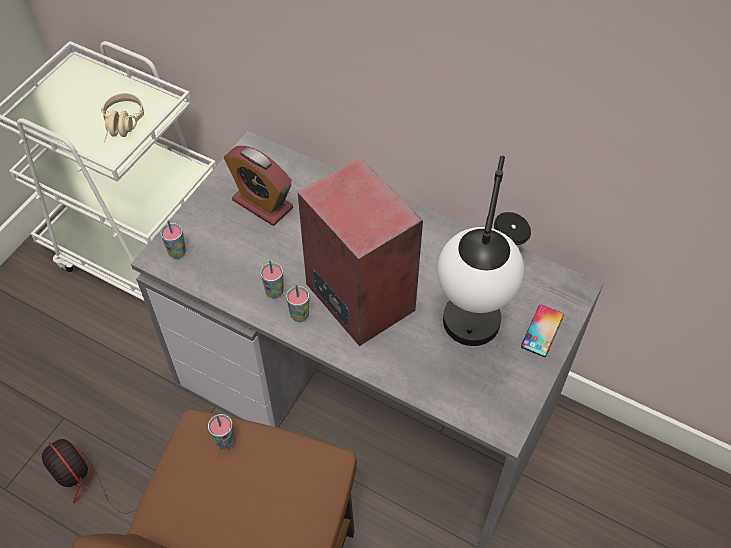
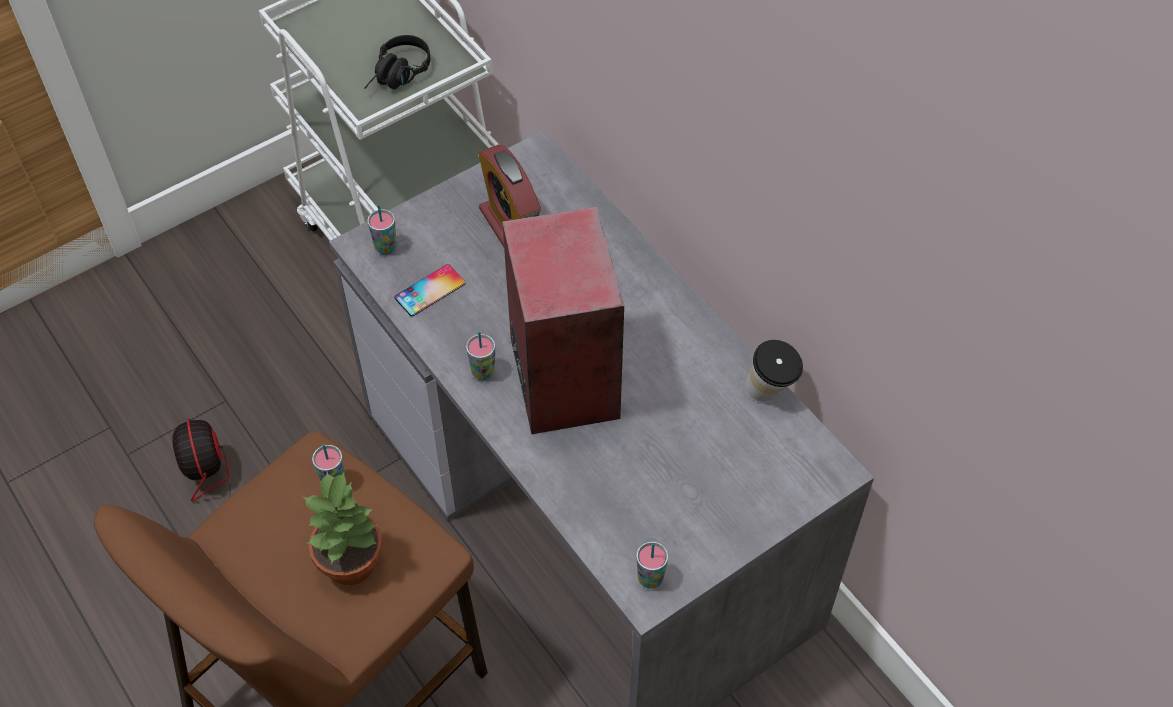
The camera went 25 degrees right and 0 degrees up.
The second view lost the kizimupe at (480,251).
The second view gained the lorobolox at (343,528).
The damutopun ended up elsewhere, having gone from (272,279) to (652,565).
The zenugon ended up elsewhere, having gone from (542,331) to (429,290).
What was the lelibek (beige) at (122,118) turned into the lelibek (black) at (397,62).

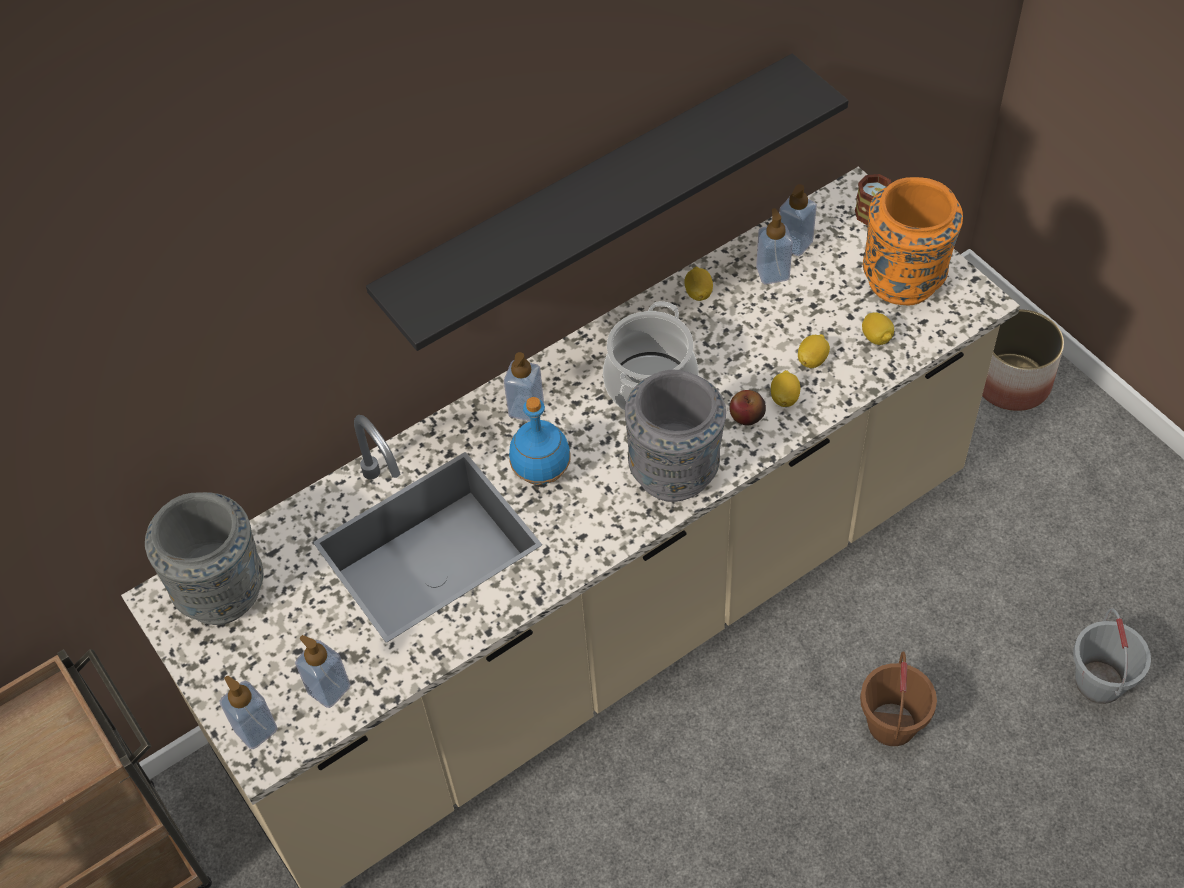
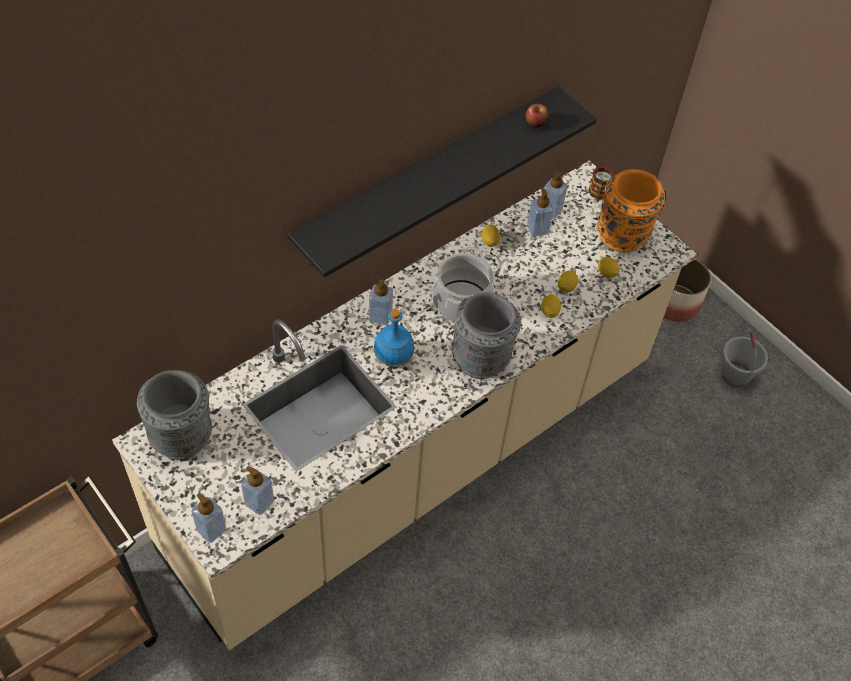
The camera went 10 degrees left and 0 degrees up.
The second view lost the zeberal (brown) at (898,699).
The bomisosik ended up elsewhere, having gone from (747,408) to (538,116).
The zeberal (grey) ended up elsewhere, having gone from (1112,656) to (744,357).

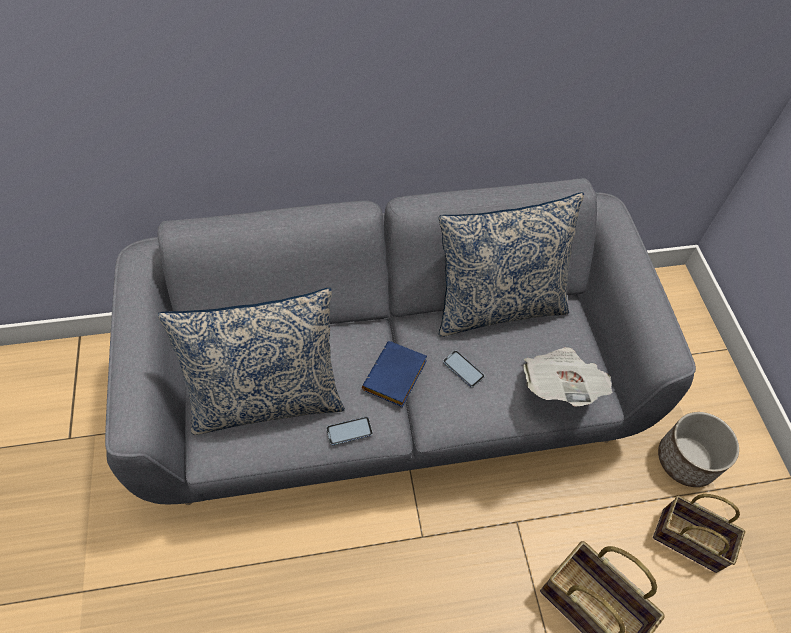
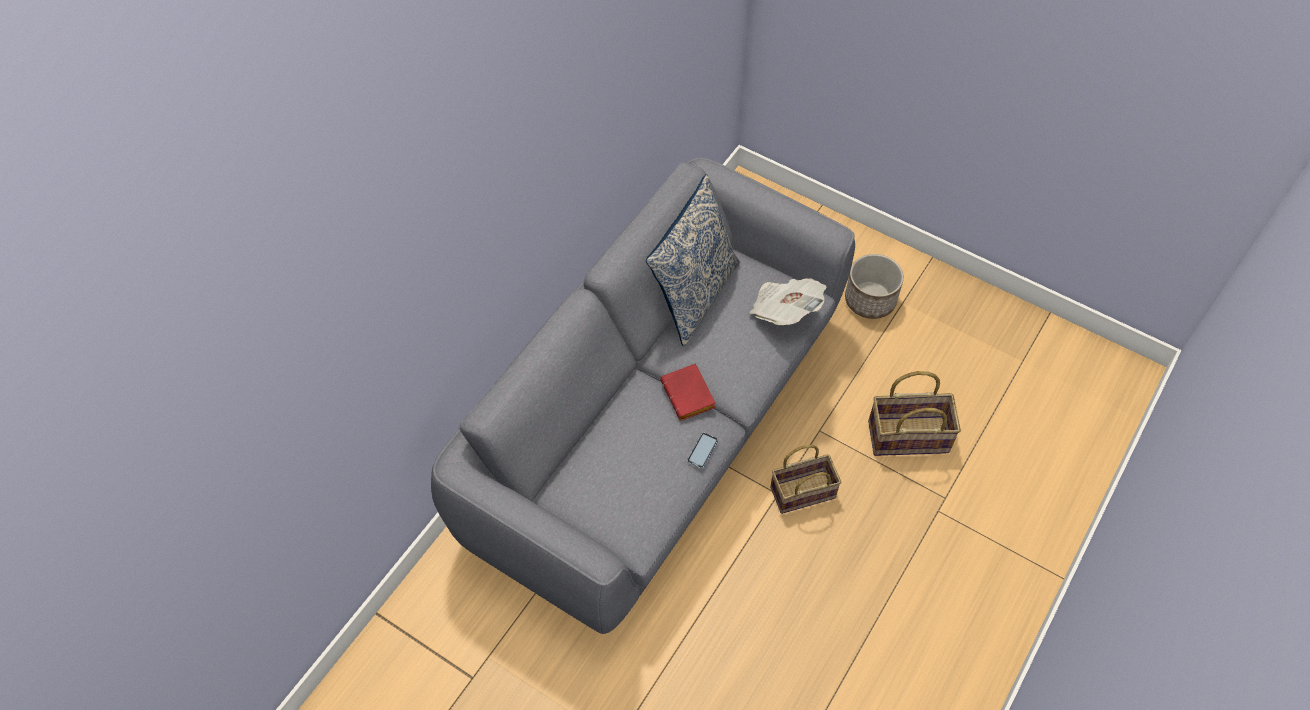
The camera went 45 degrees left and 0 degrees up.
The second view lost the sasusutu at (251,361).
The second view lost the zenugon at (464,369).
The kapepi ended up elsewhere, having gone from (699,533) to (805,479).
What was the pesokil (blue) at (394,374) turned into the pesokil (red) at (688,392).

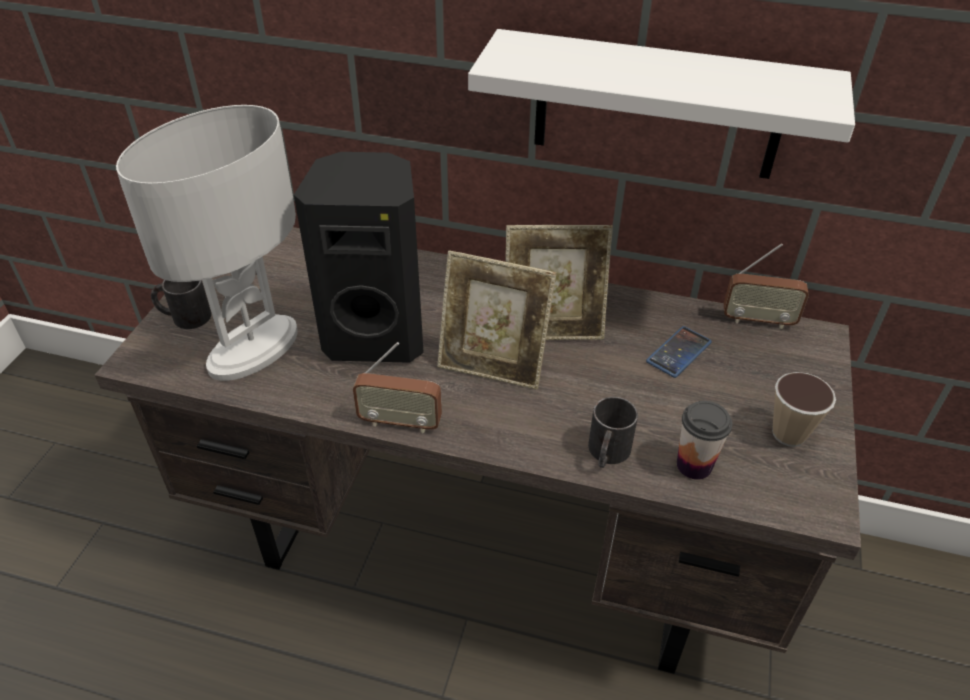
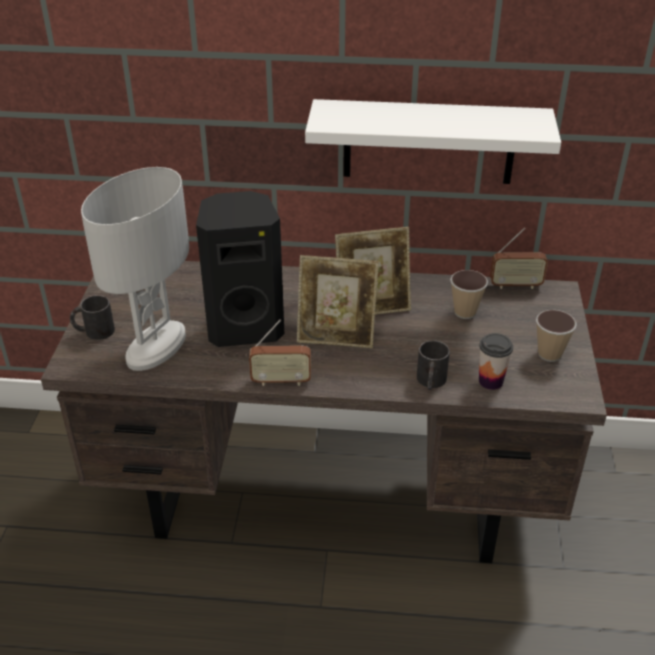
The camera went 10 degrees left and 5 degrees down.
Where the zenugon stood at (679,352), the damutopun came to stand at (469,294).

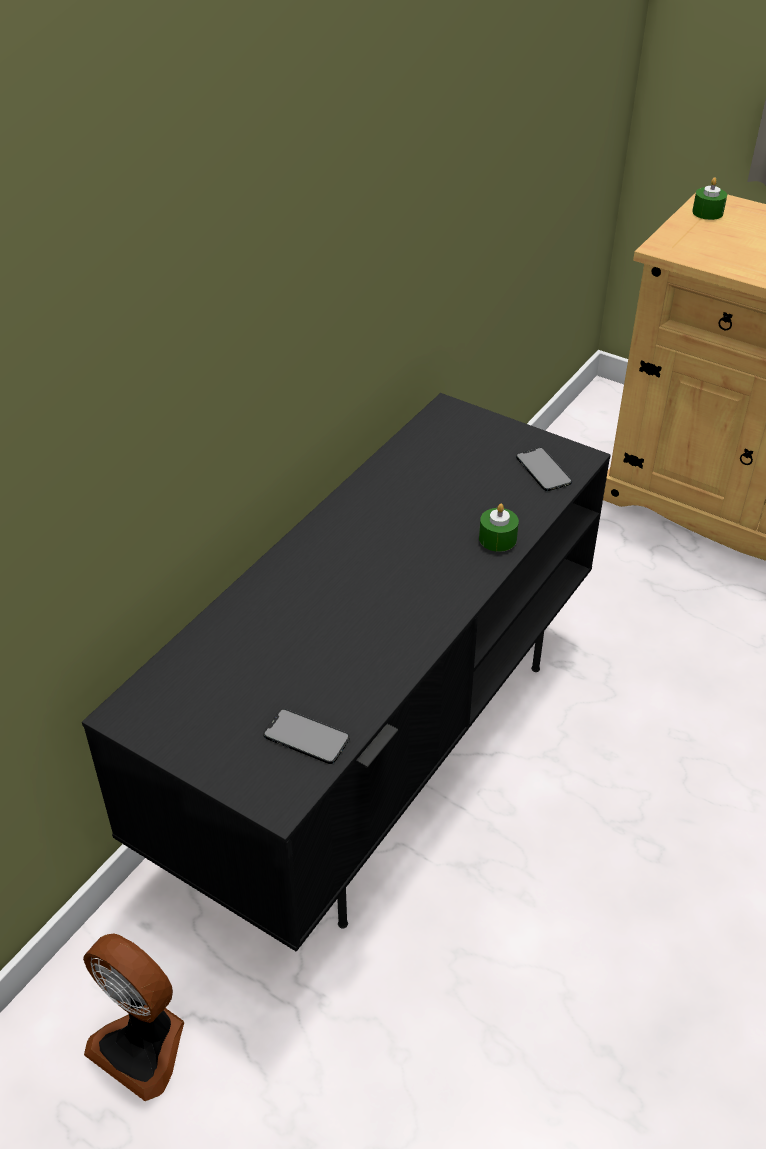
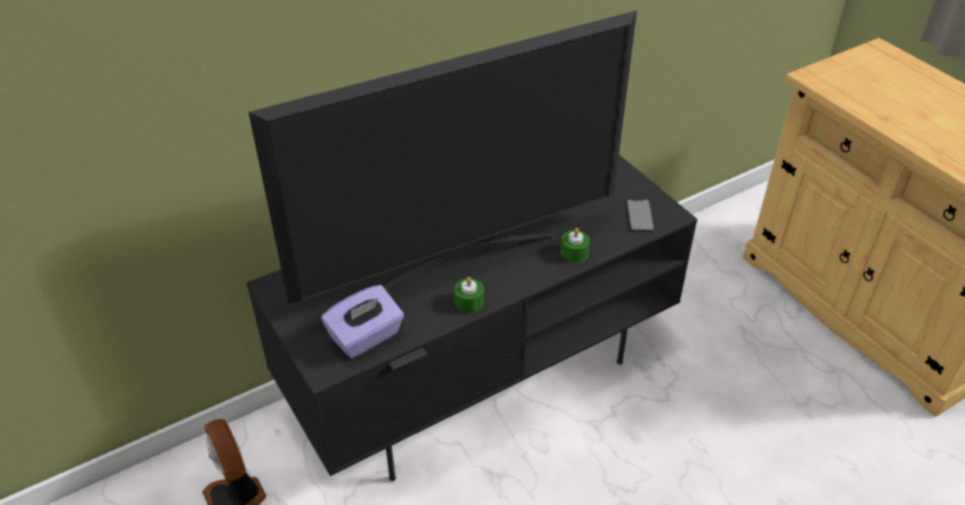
The camera went 25 degrees right and 0 degrees up.
The second view gained the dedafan at (442,157).
The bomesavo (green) ended up elsewhere, having gone from (709,198) to (469,295).
Where the zenugon stood at (306,736), the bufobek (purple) came to stand at (362,321).

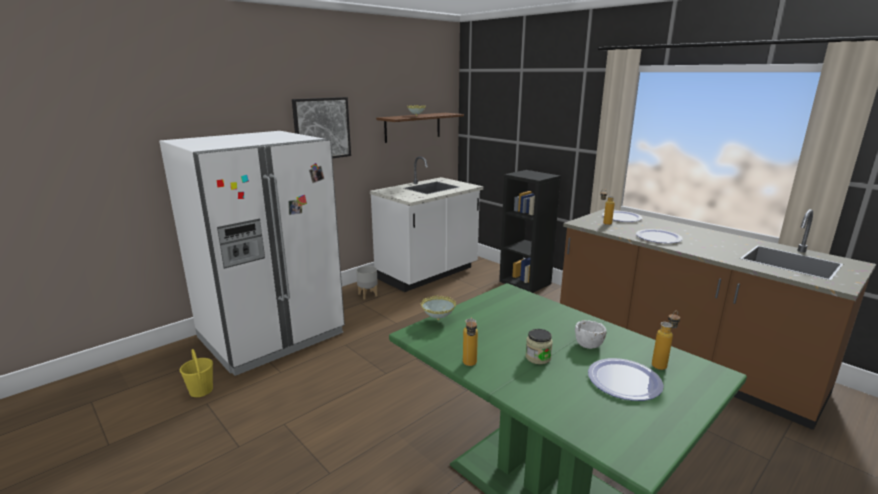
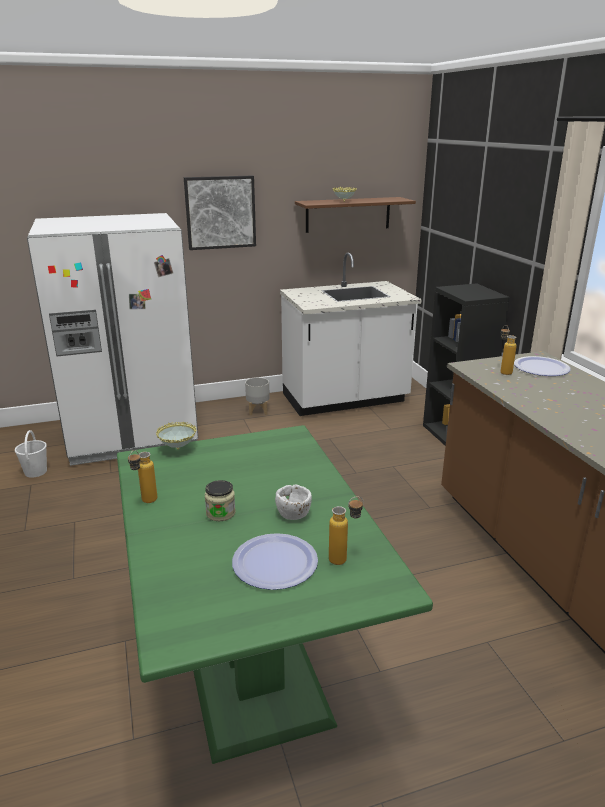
The camera went 25 degrees right and 5 degrees up.
The second view lost the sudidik at (659,236).
What was the zeberal (yellow) at (196,373) turned into the zeberal (white) at (31,454).

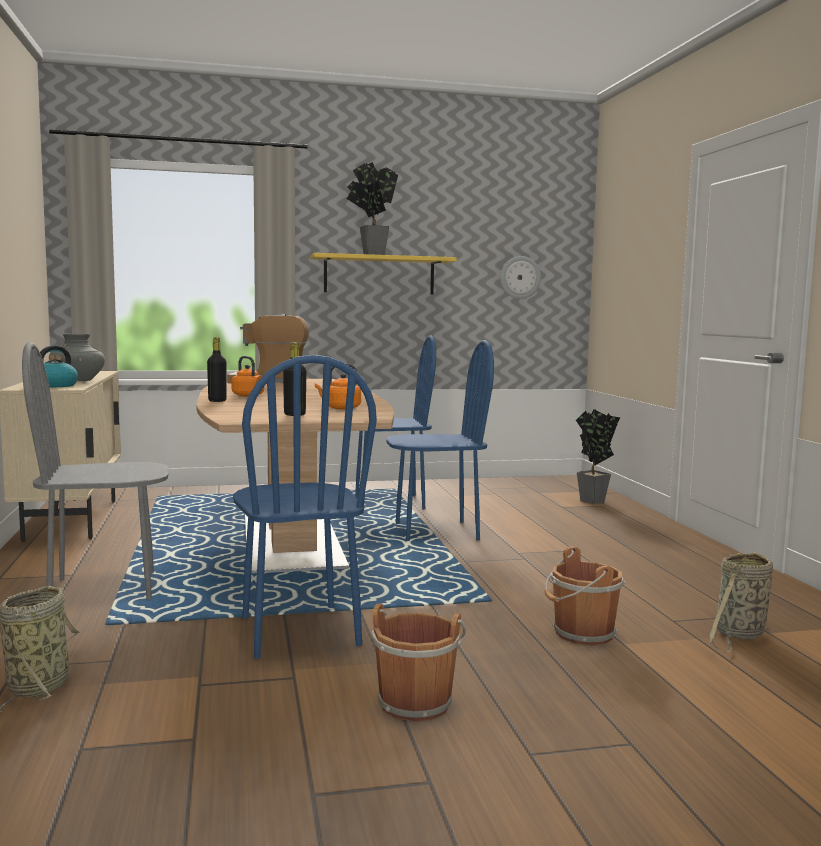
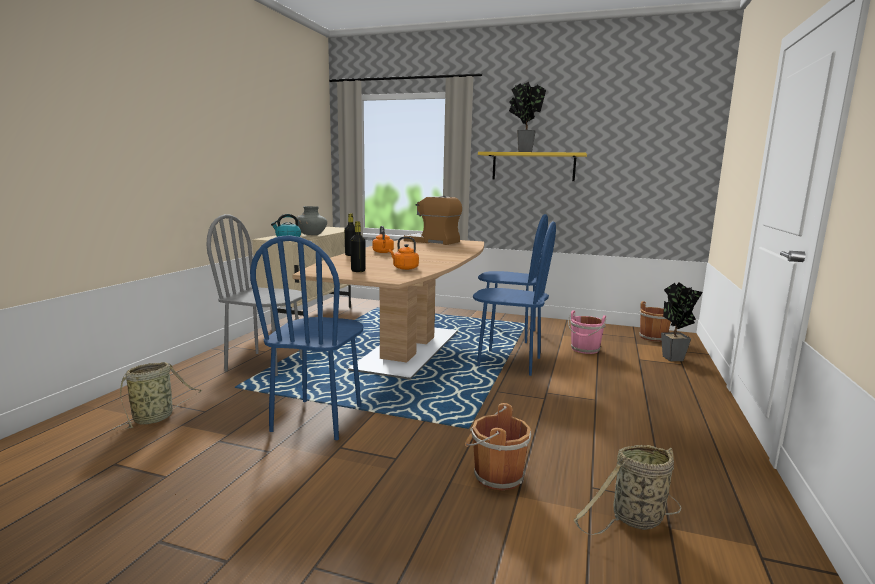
The camera went 30 degrees right and 5 degrees up.
The second view lost the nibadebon at (520,277).
The second view gained the zeberal (pink) at (587,332).
The zeberal (brown) ended up elsewhere, having gone from (418,662) to (655,321).

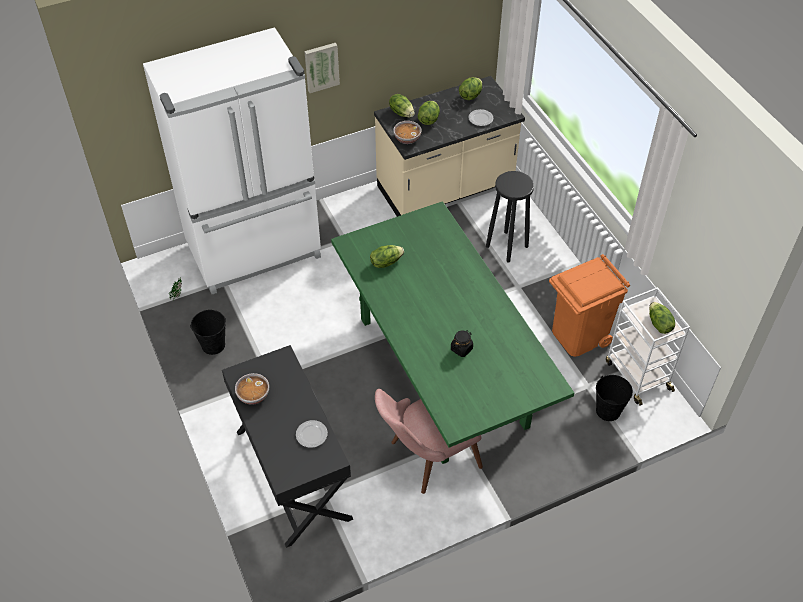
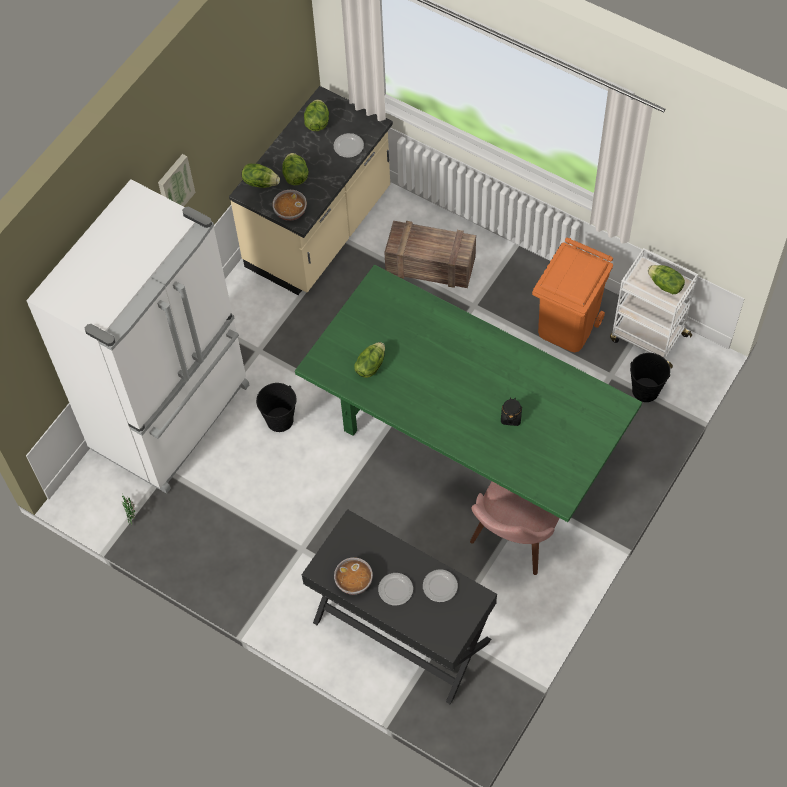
The camera went 30 degrees left and 10 degrees up.
The second view gained the sudidik at (395,589).
The zeberal (black) ended up elsewhere, having gone from (208,332) to (276,407).
Where the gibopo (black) stood at (510,217), the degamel came to stand at (430,254).

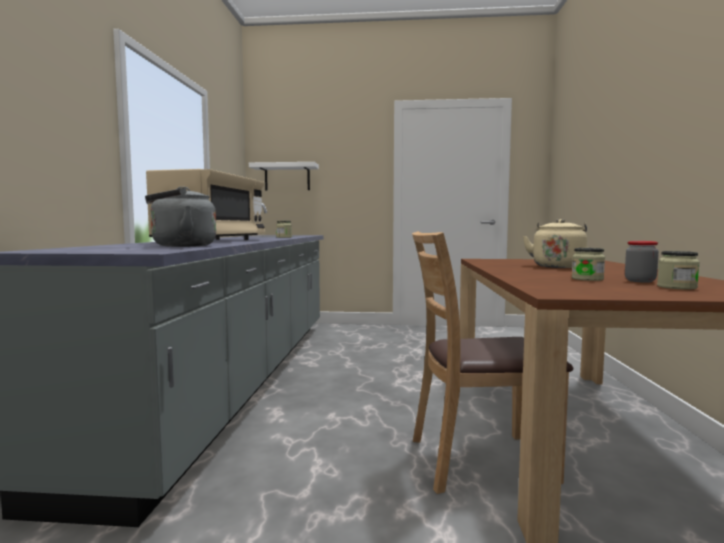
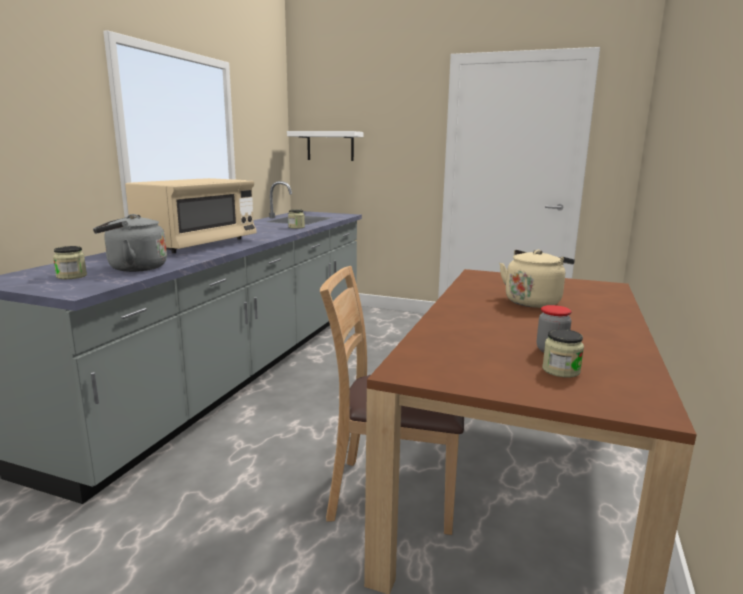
The camera went 15 degrees right and 10 degrees up.
The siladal ended up elsewhere, having gone from (588,264) to (70,262).

